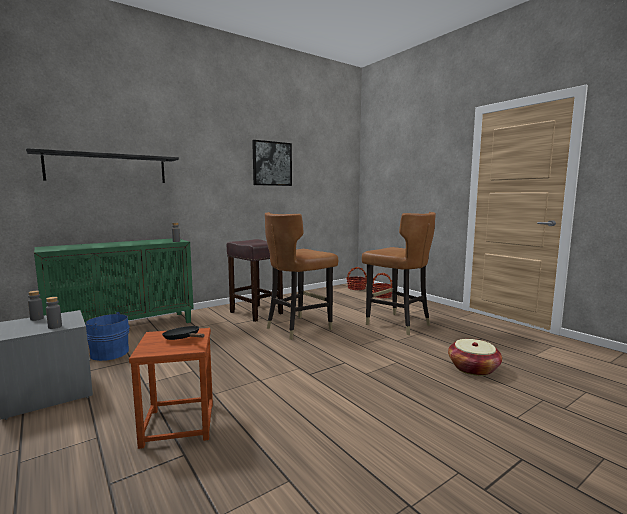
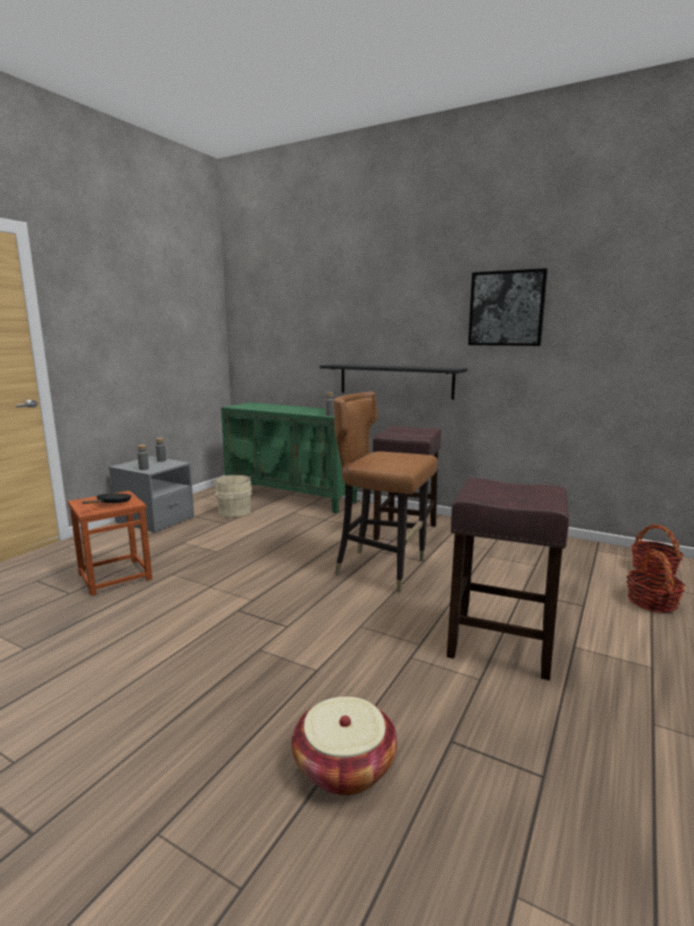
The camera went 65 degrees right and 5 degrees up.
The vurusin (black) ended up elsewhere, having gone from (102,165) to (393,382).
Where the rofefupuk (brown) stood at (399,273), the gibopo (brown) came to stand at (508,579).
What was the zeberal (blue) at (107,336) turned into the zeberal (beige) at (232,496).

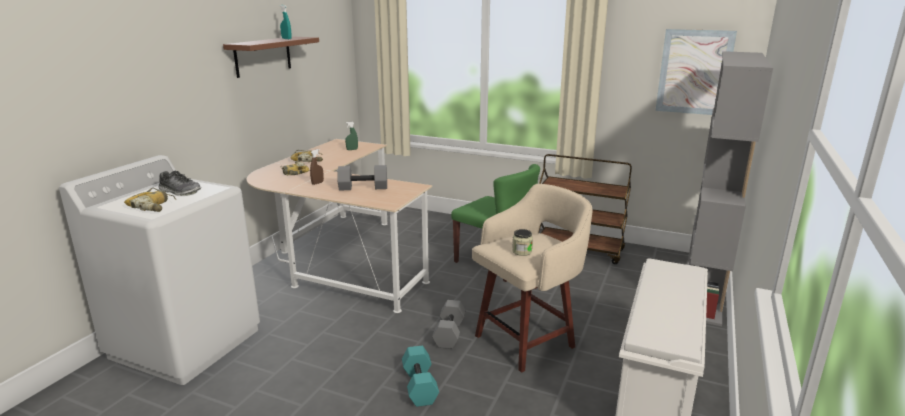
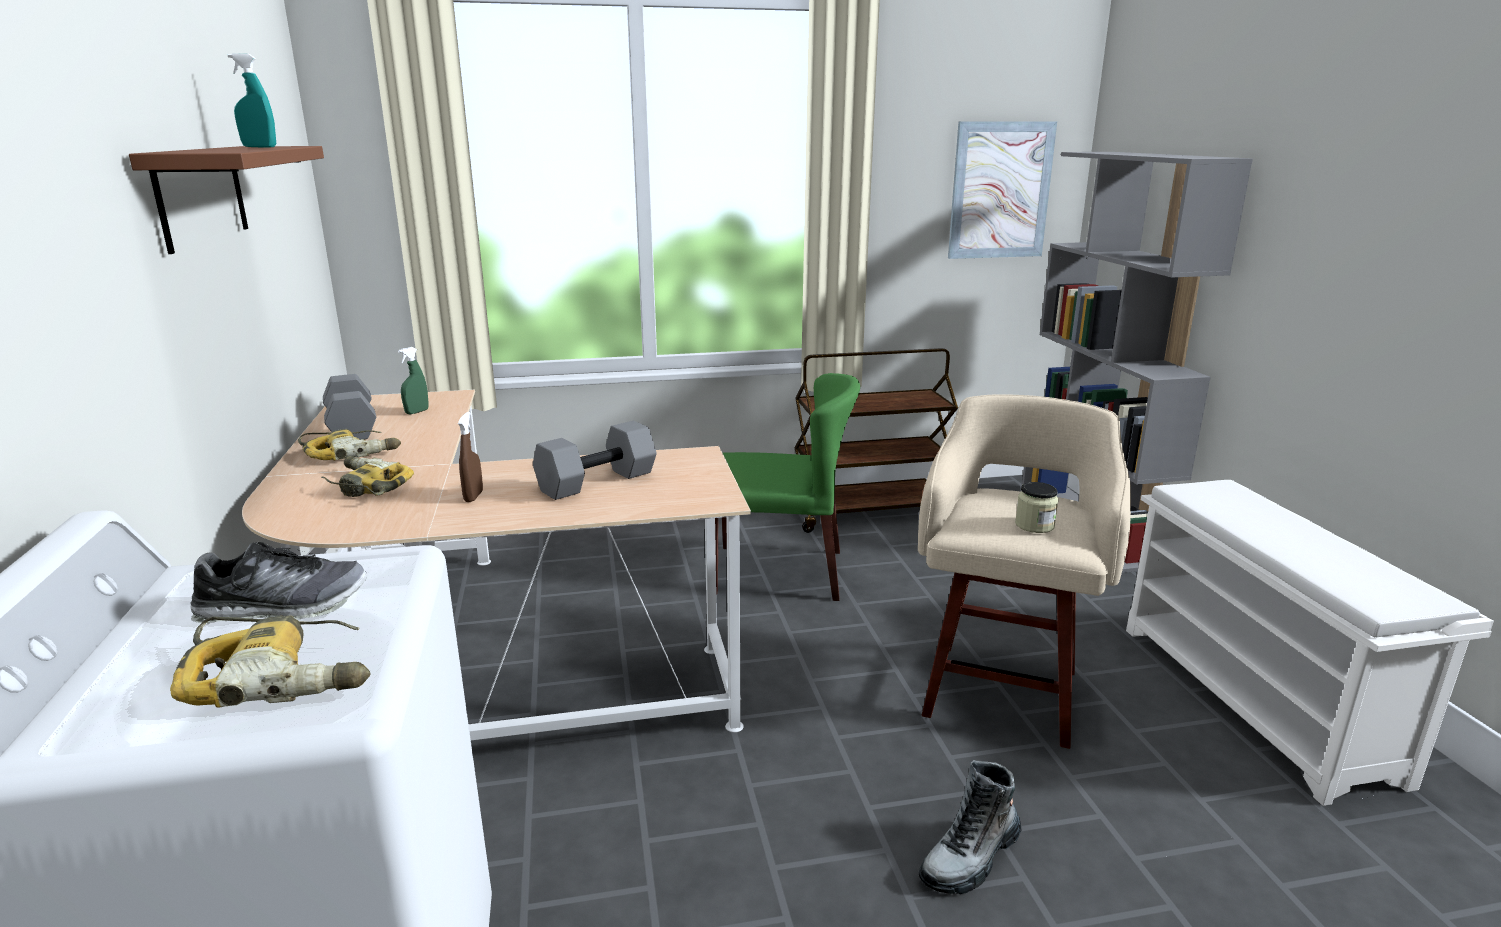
The camera went 35 degrees left and 0 degrees up.
The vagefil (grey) ended up elsewhere, having gone from (449,324) to (349,407).
Where the vagefil (turquoise) stood at (420,376), the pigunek came to stand at (970,827).

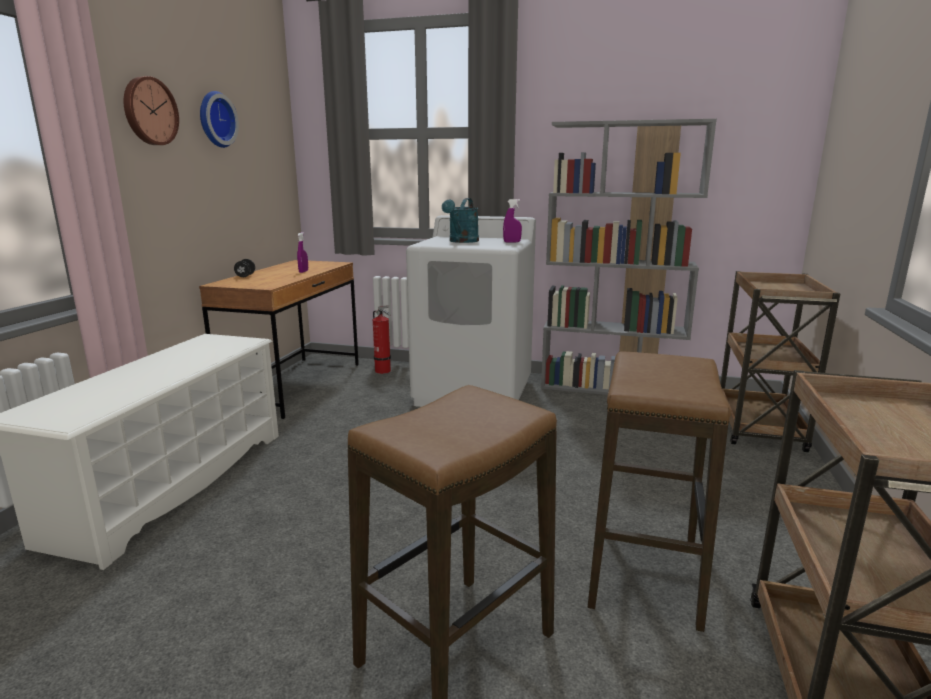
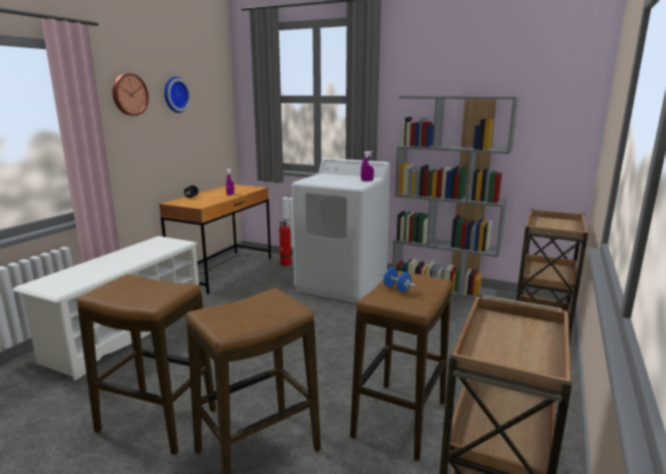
The camera went 10 degrees right and 0 degrees up.
The second view lost the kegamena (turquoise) at (460,220).
The second view gained the gibopo at (146,364).
The second view gained the vagefil (blue) at (398,280).

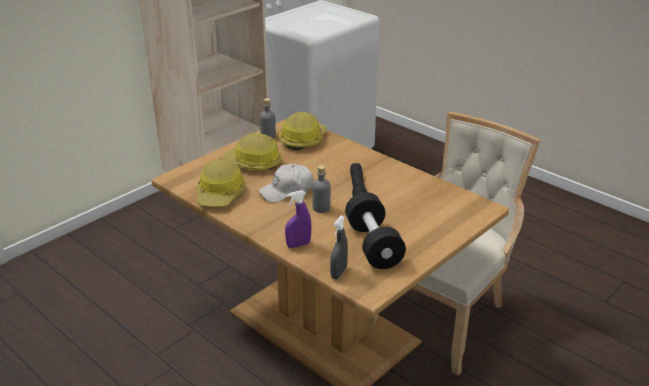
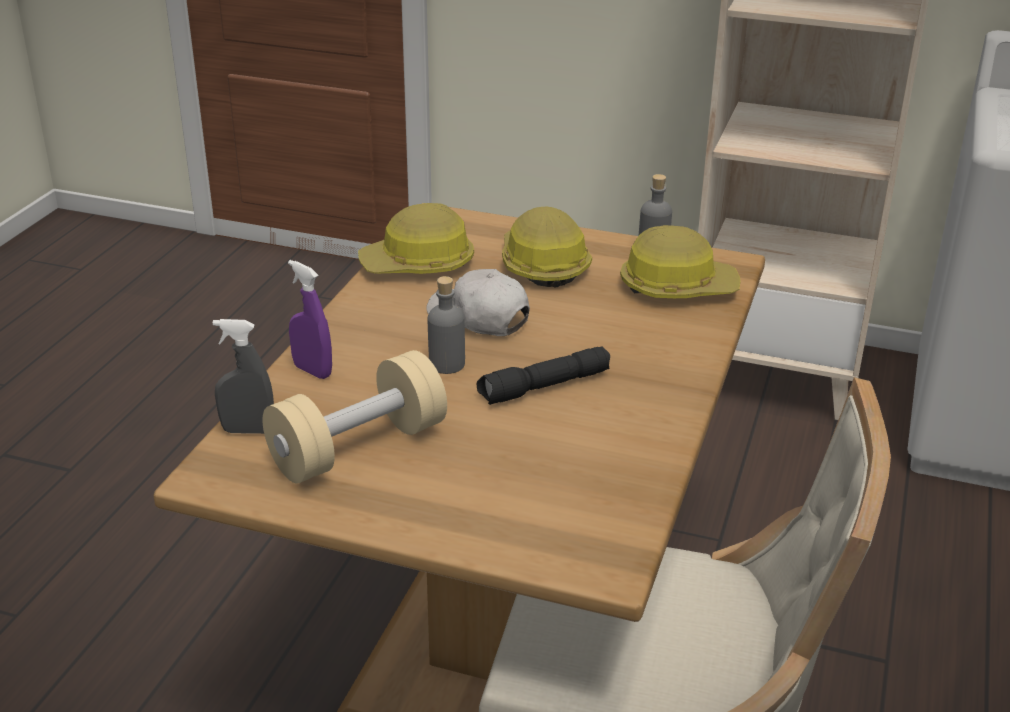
The camera went 65 degrees right and 0 degrees up.
What was the vagefil (black) at (375,230) turned into the vagefil (beige) at (355,417).

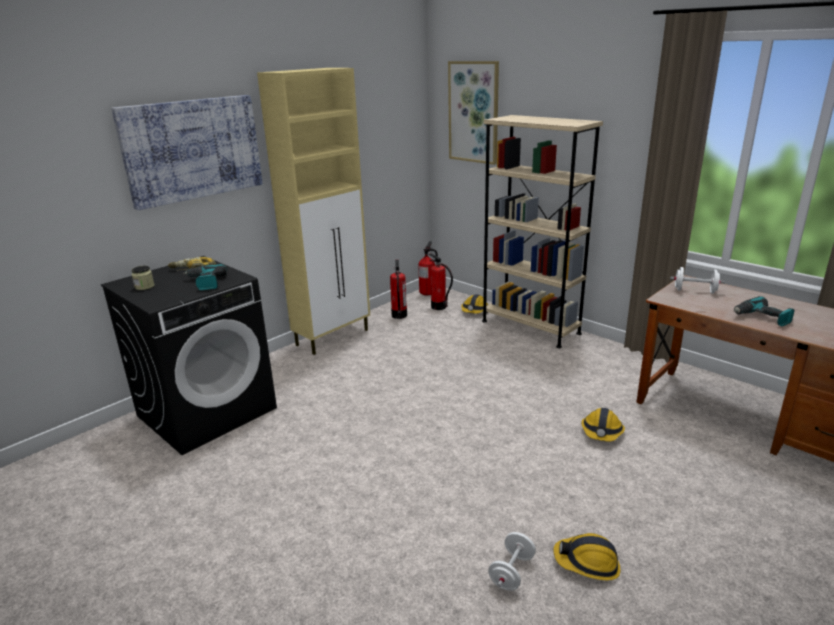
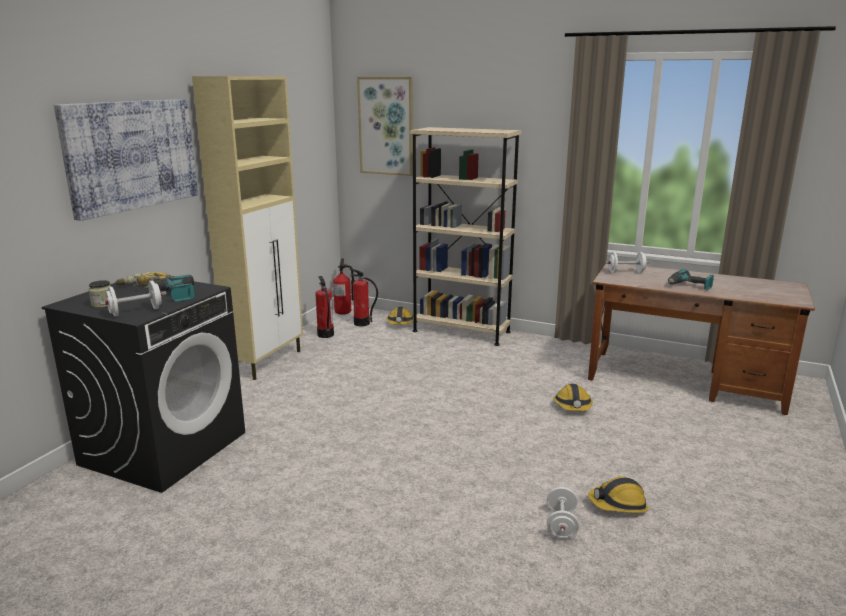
The camera went 20 degrees left and 5 degrees down.
The second view gained the vagefil (white) at (133,298).

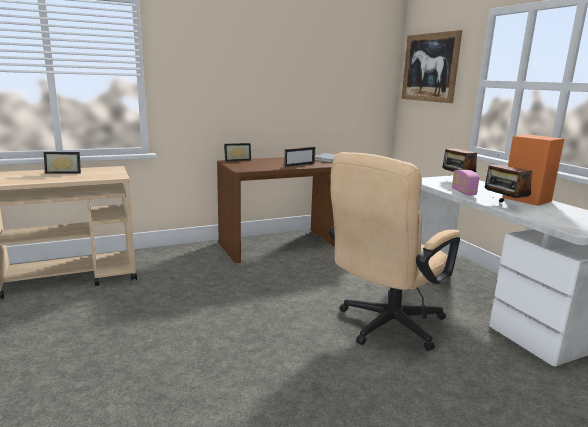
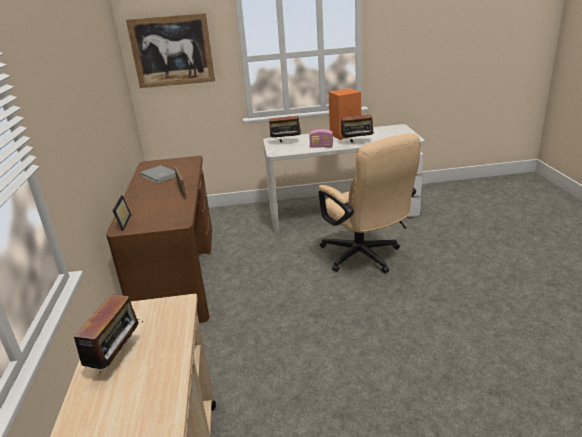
The camera went 70 degrees left and 10 degrees up.
Where the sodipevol stood at (62,163), the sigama came to stand at (108,336).

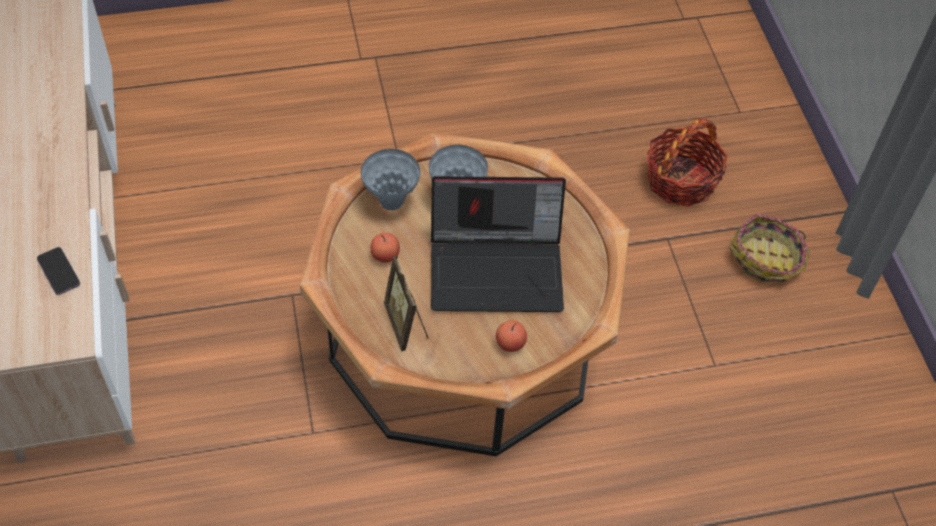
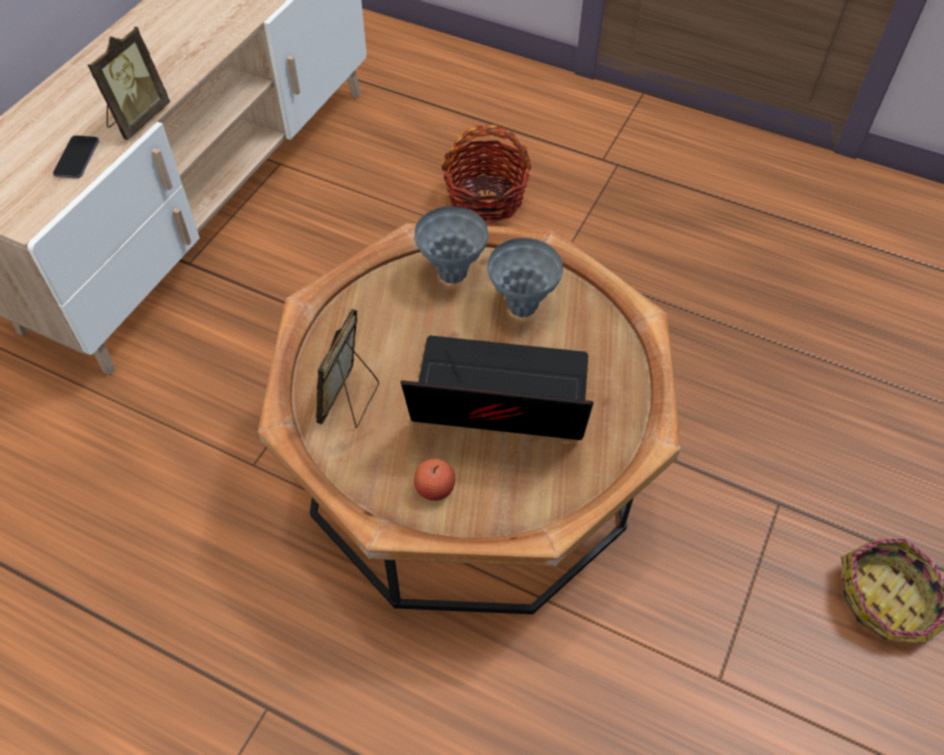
The camera went 40 degrees right and 0 degrees up.
The second view lost the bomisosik at (385,248).
The second view gained the sodipevol at (128,83).
The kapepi ended up elsewhere, having gone from (687,162) to (486,174).
The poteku at (498,244) ended up facing another way, 150 degrees clockwise from before.

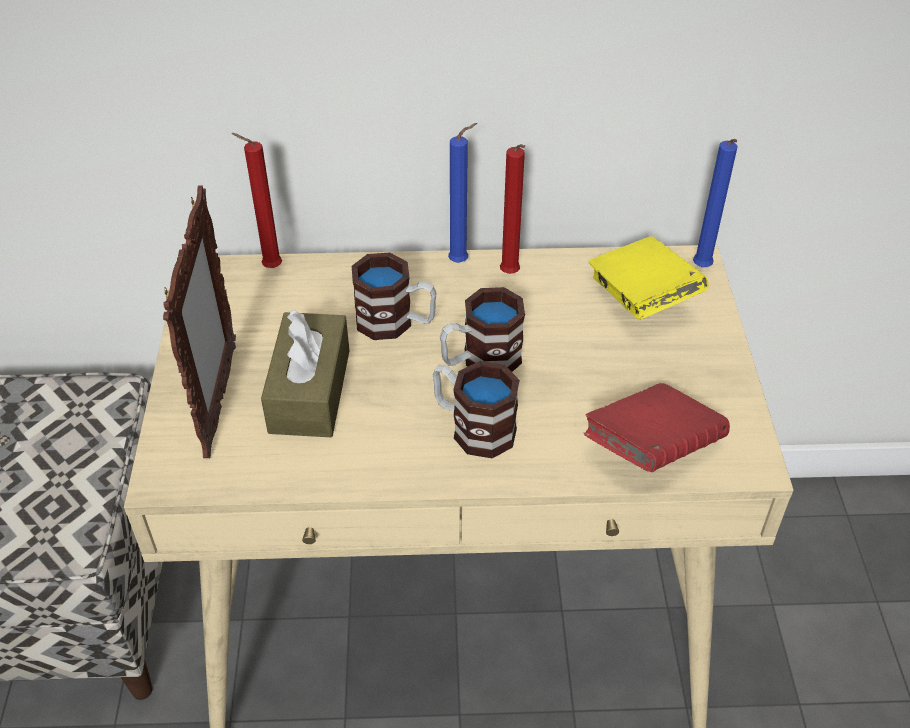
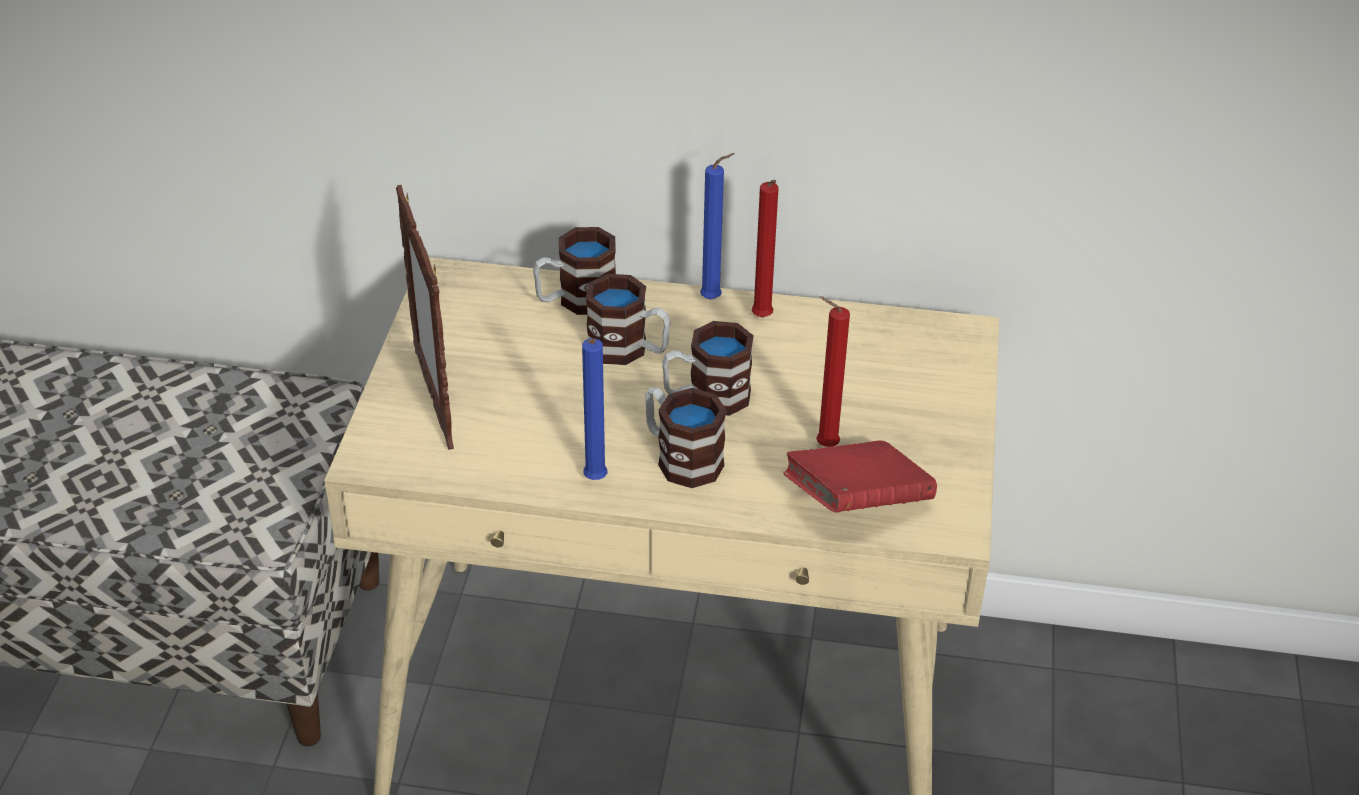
The camera went 10 degrees right and 5 degrees down.
The second view lost the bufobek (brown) at (305,373).
The second view lost the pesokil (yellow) at (649,278).
The second view gained the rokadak at (574,271).
The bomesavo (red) ended up elsewhere, having gone from (256,200) to (833,371).
The bomesavo (blue) ended up elsewhere, having gone from (715,203) to (594,409).
The sodipevol at (199,322) ended up facing another way, 150 degrees clockwise from before.

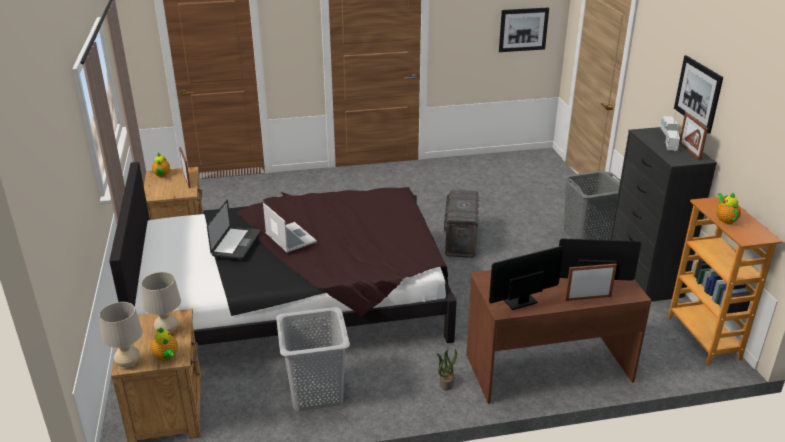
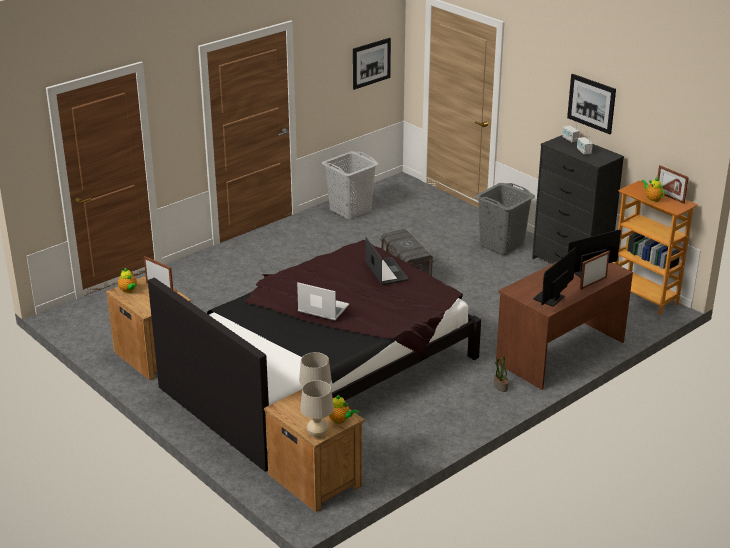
The camera went 30 degrees left and 0 degrees up.
The poteku ended up elsewhere, having gone from (234,229) to (386,261).
The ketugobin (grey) ended up elsewhere, having gone from (313,359) to (350,185).
The sodipevol ended up elsewhere, having gone from (693,136) to (673,184).

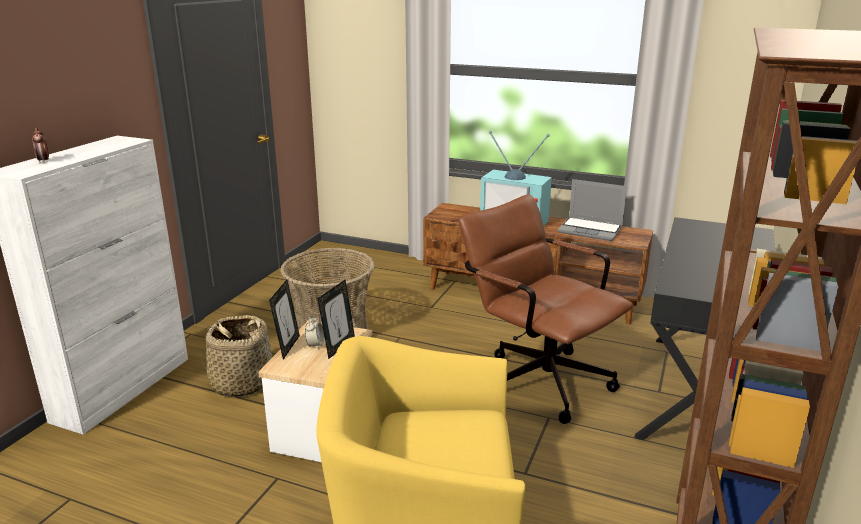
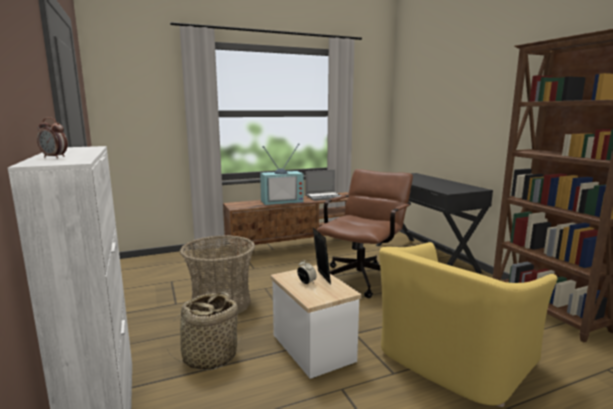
The camera went 45 degrees left and 10 degrees down.
The second view lost the sodipevol at (284,320).
The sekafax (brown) at (546,309) ended up facing another way, 120 degrees clockwise from before.

